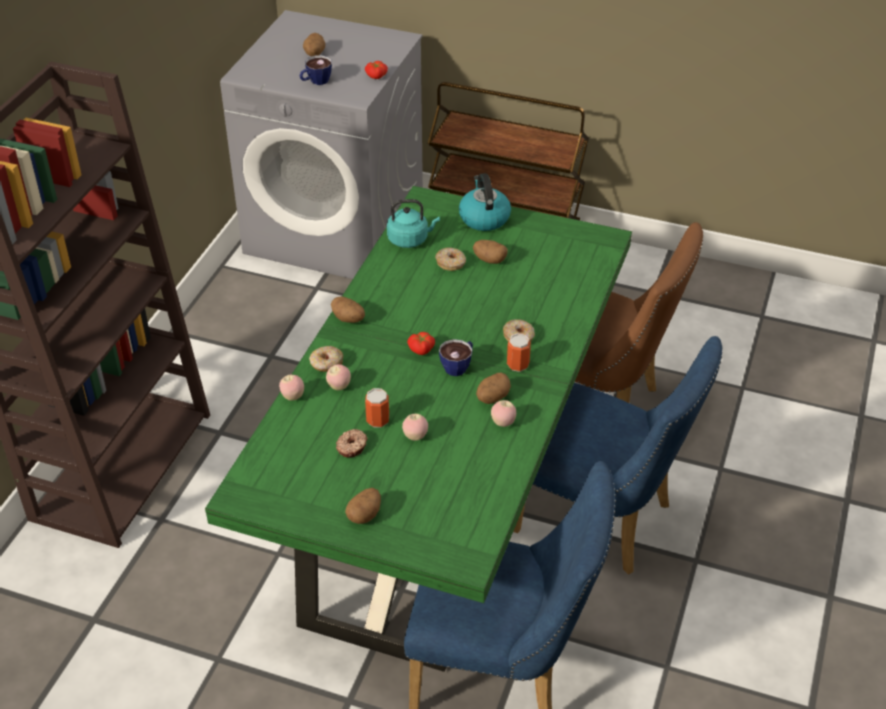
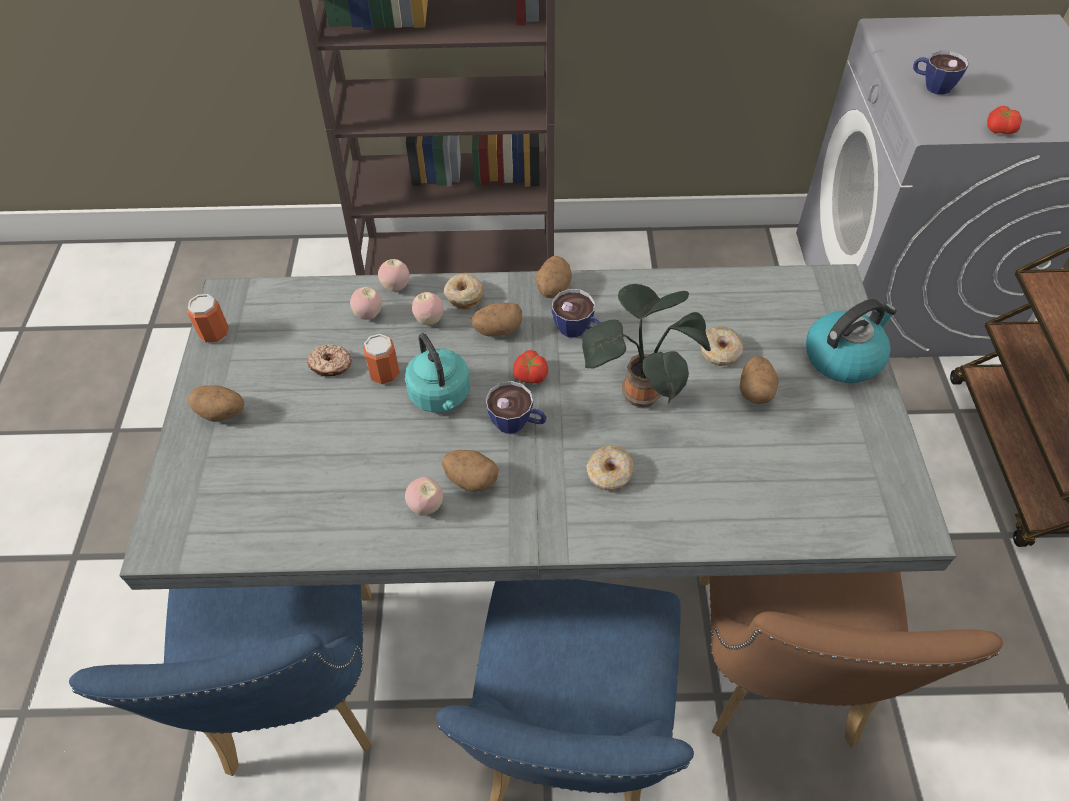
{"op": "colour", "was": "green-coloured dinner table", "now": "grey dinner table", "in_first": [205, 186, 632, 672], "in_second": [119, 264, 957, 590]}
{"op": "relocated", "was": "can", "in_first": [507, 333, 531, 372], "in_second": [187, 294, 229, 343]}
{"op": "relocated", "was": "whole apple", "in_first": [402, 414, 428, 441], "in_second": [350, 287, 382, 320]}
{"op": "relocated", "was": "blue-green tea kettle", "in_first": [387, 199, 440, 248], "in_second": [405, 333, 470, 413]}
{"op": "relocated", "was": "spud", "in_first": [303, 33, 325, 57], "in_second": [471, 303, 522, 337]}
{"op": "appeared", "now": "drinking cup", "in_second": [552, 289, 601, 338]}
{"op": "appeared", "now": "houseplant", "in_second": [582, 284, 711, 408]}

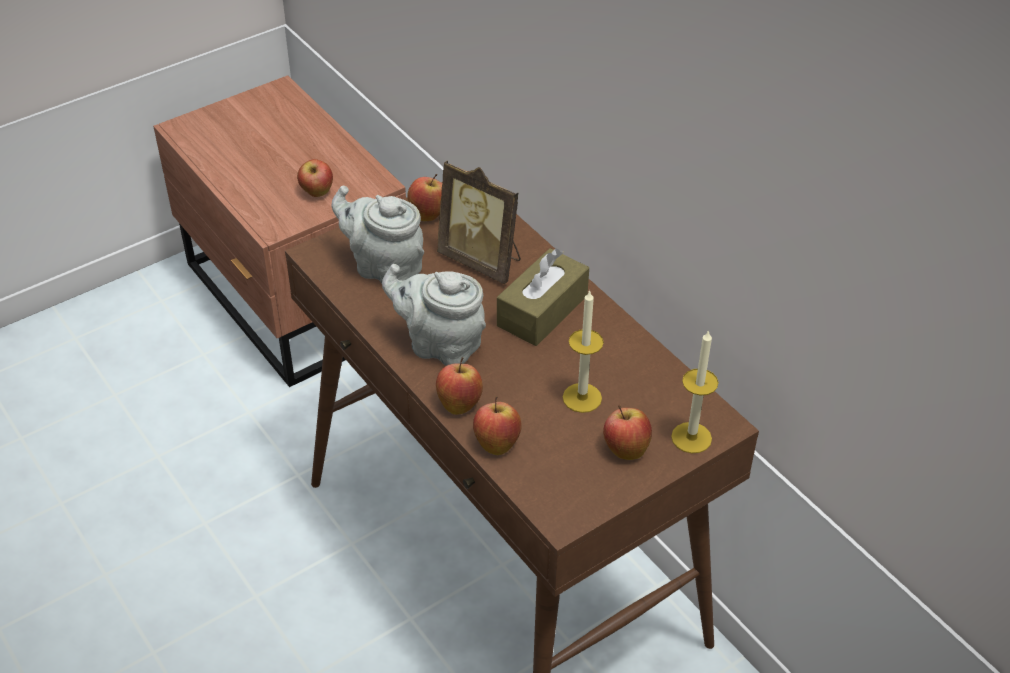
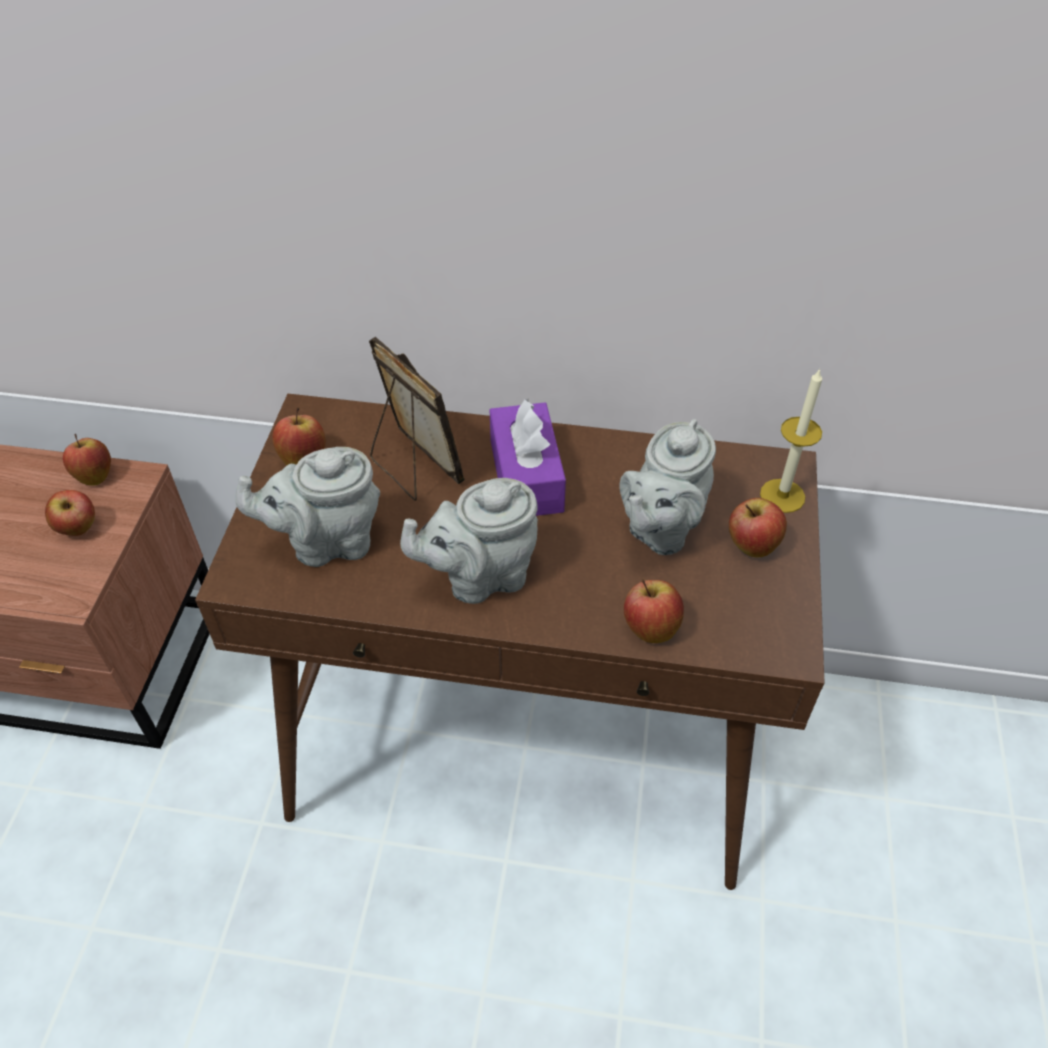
{"op": "relocated", "was": "whole apple", "in_first": [436, 358, 483, 415], "in_second": [63, 434, 111, 485]}
{"op": "spun", "was": "standing frame", "in_first": [437, 160, 521, 284], "in_second": [369, 337, 465, 501], "clockwise": -120}
{"op": "colour", "was": "brown tissue box", "now": "purple tissue box", "in_first": [497, 248, 589, 346], "in_second": [490, 399, 566, 516]}
{"op": "exchanged", "was": "candle", "now": "grey tea pot", "in_first": [563, 290, 604, 413], "in_second": [619, 419, 716, 555]}

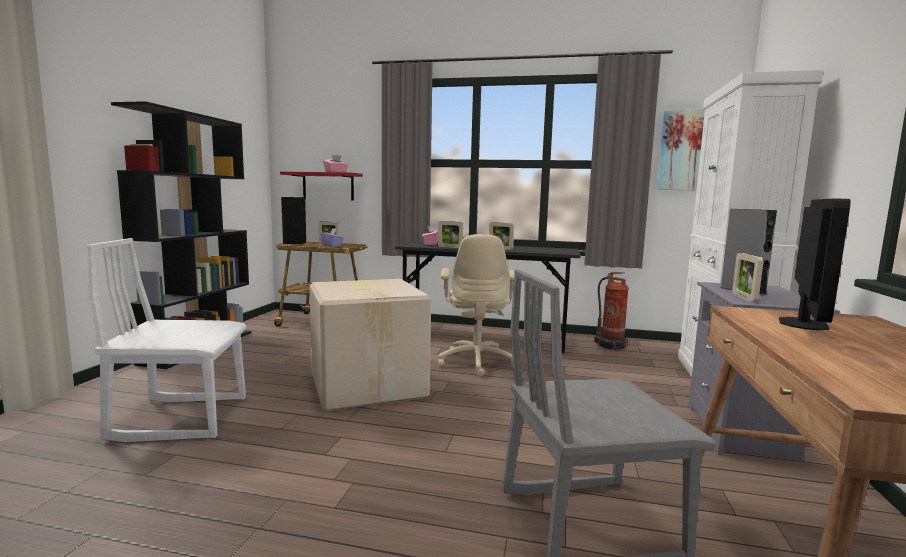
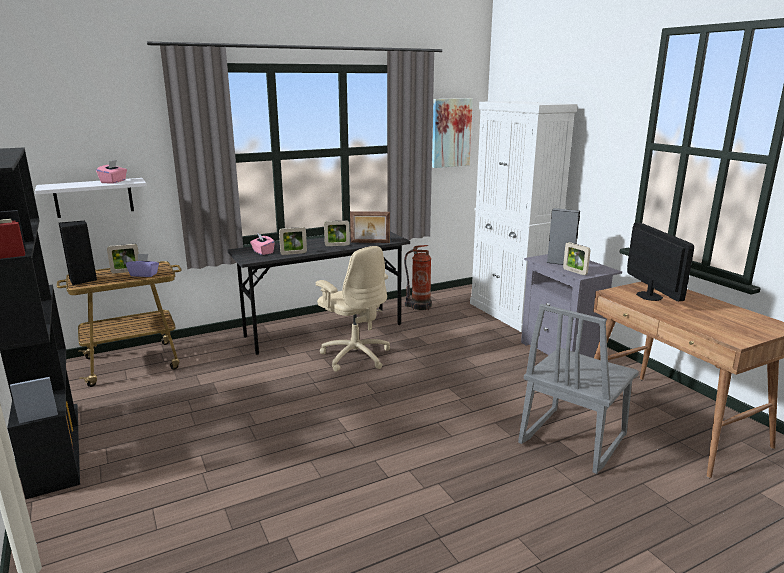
{"op": "colour", "was": "red-coloured wall shelf", "now": "white-coloured wall shelf", "in_first": [280, 171, 363, 201], "in_second": [35, 178, 146, 218]}
{"op": "appeared", "now": "standing frame", "in_second": [350, 211, 390, 243]}
{"op": "missing", "was": "white-coloured chair", "in_first": [87, 238, 247, 442]}
{"op": "missing", "was": "carton", "in_first": [309, 279, 431, 411]}

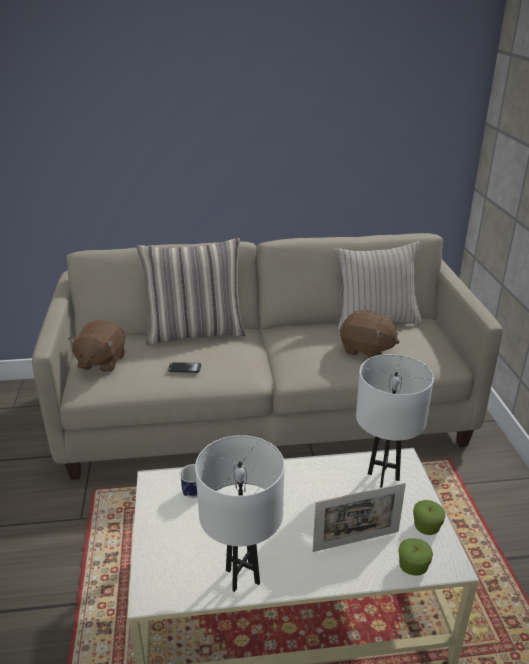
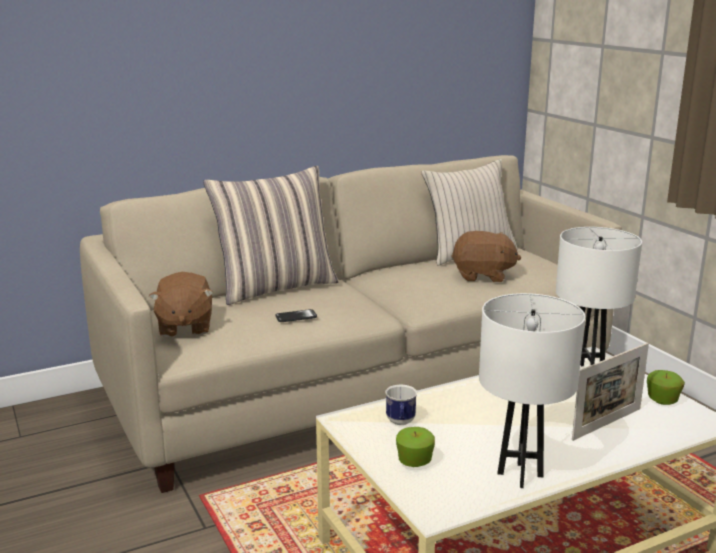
{"op": "relocated", "was": "whole apple", "in_first": [398, 538, 433, 576], "in_second": [396, 427, 435, 467]}

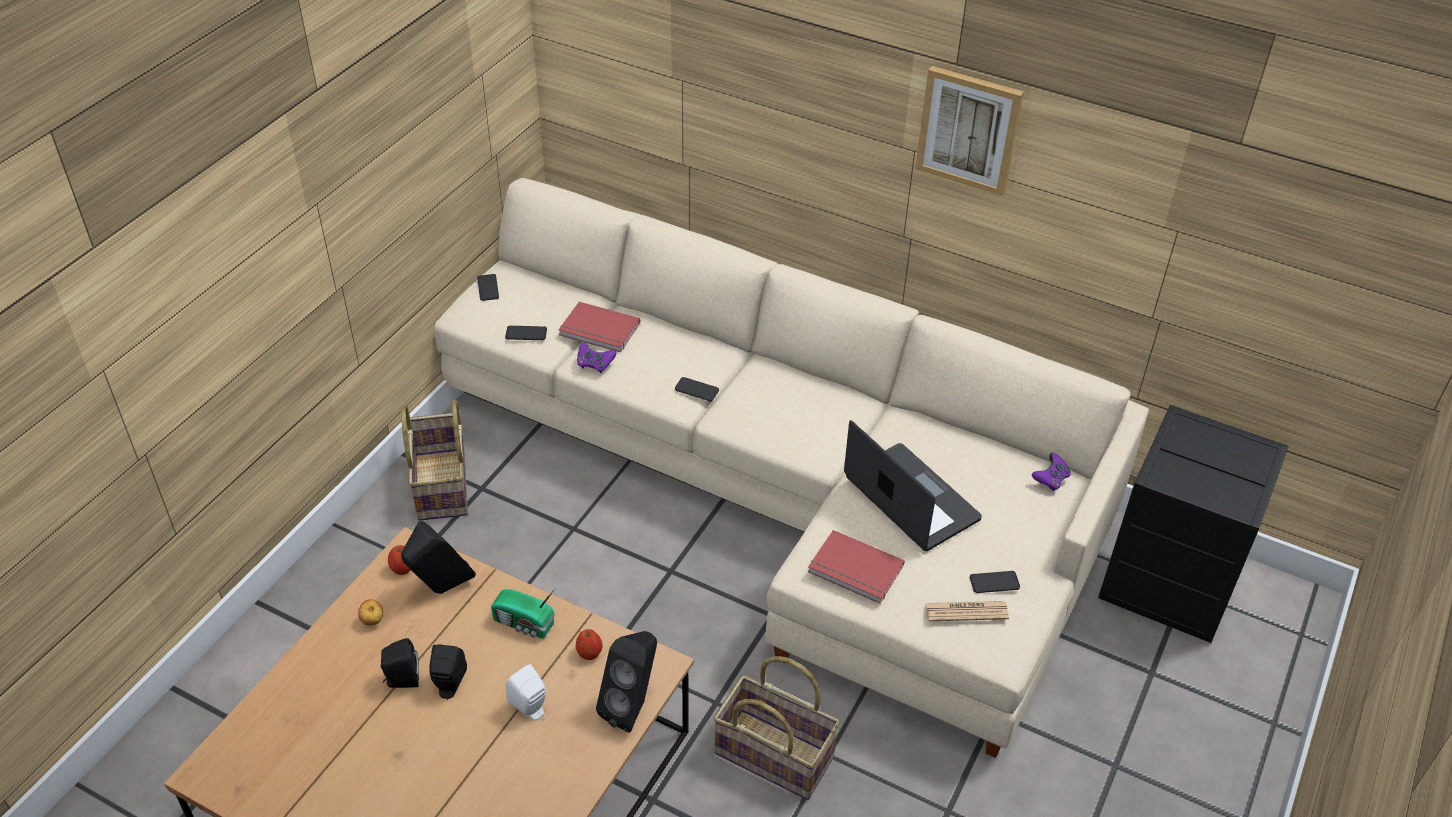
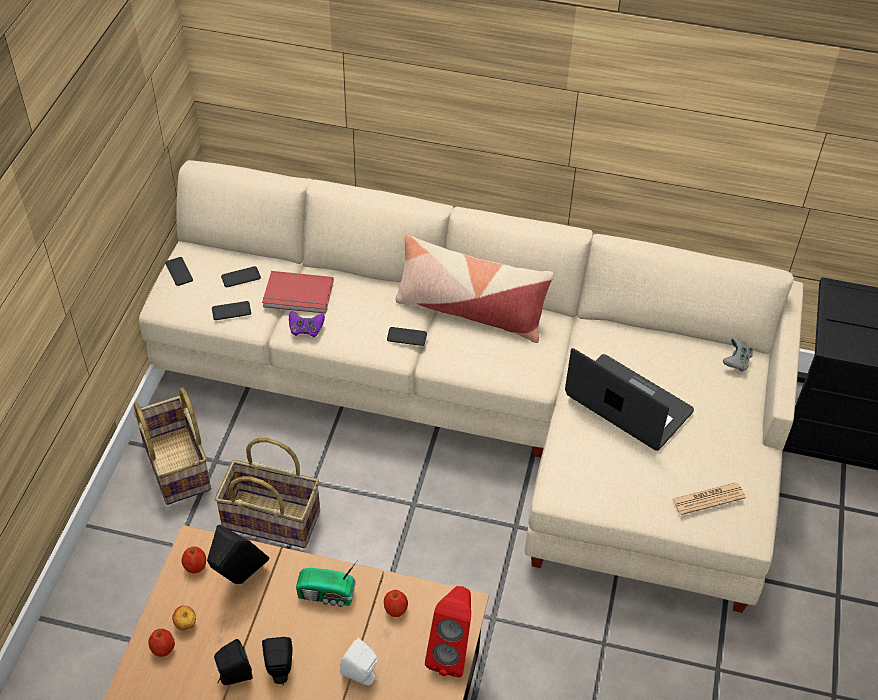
{"op": "appeared", "now": "whole apple", "in_second": [148, 629, 175, 657]}
{"op": "relocated", "was": "household basket", "in_first": [713, 656, 840, 800], "in_second": [215, 438, 320, 548]}
{"op": "relocated", "was": "telephone", "in_first": [970, 571, 1020, 593], "in_second": [221, 266, 261, 287]}
{"op": "appeared", "now": "cushion", "in_second": [396, 235, 554, 343]}
{"op": "colour", "was": "black-coloured audio speaker", "now": "red-coloured audio speaker", "in_first": [596, 631, 657, 733], "in_second": [425, 586, 471, 678]}
{"op": "colour", "was": "purple gamepad", "now": "grey gamepad", "in_first": [1032, 453, 1071, 491], "in_second": [723, 338, 753, 372]}
{"op": "missing", "was": "red-coloured volume", "in_first": [808, 530, 905, 604]}
{"op": "missing", "was": "wall picture", "in_first": [915, 66, 1024, 196]}

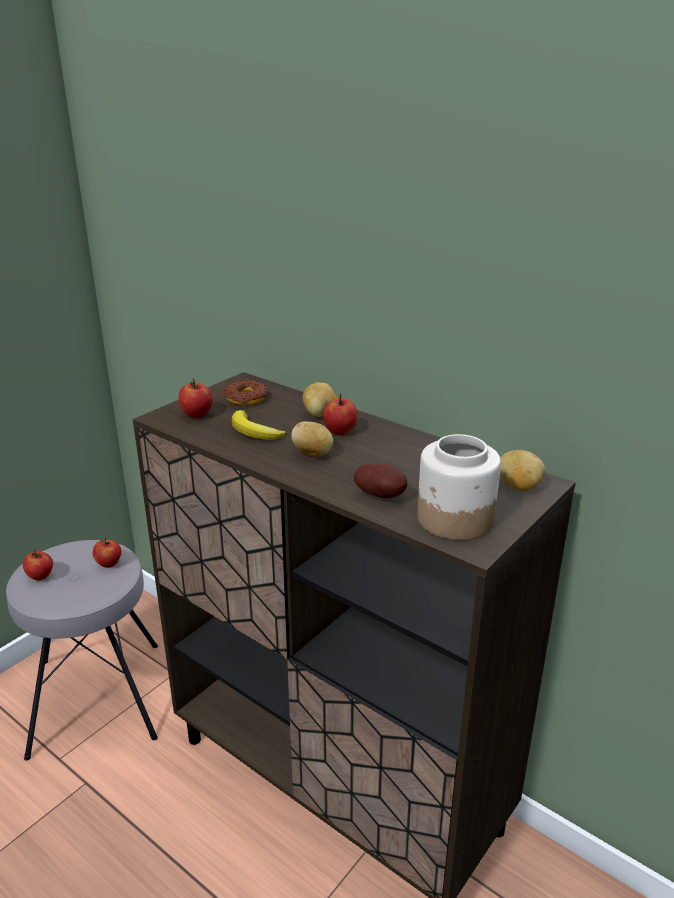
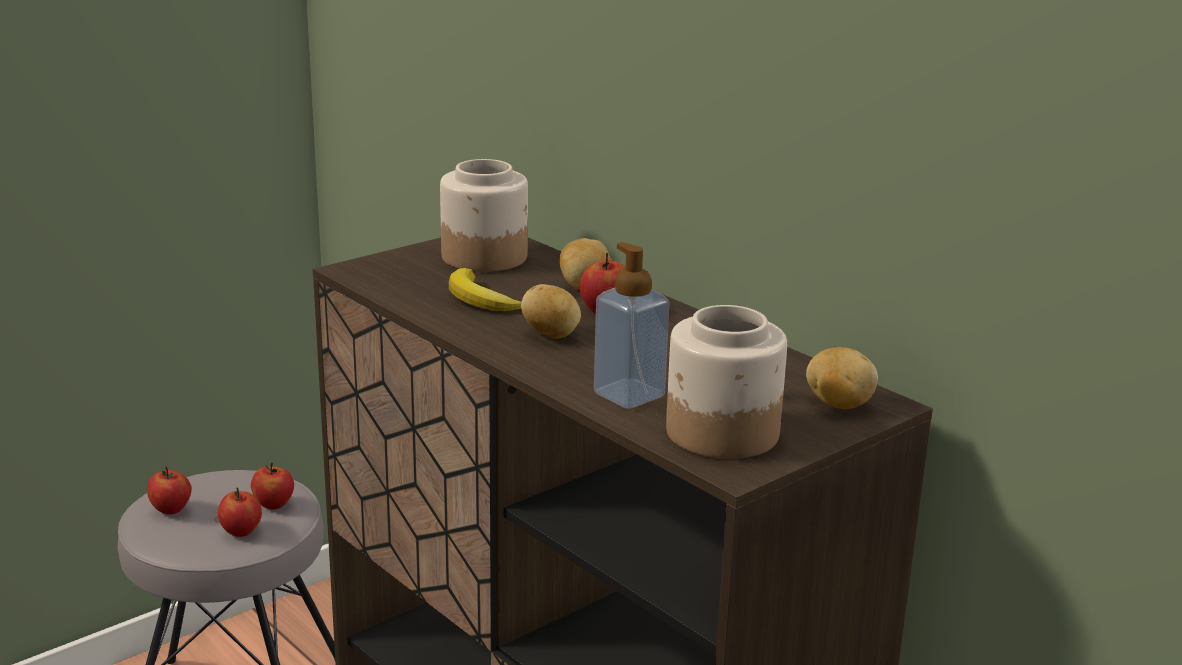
{"op": "relocated", "was": "whole apple", "in_first": [178, 379, 213, 418], "in_second": [218, 488, 262, 537]}
{"op": "exchanged", "was": "doughnut", "now": "storage jar", "in_first": [224, 380, 269, 405], "in_second": [440, 159, 528, 272]}
{"op": "exchanged", "was": "spud", "now": "soap bottle", "in_first": [354, 464, 407, 499], "in_second": [594, 242, 670, 409]}

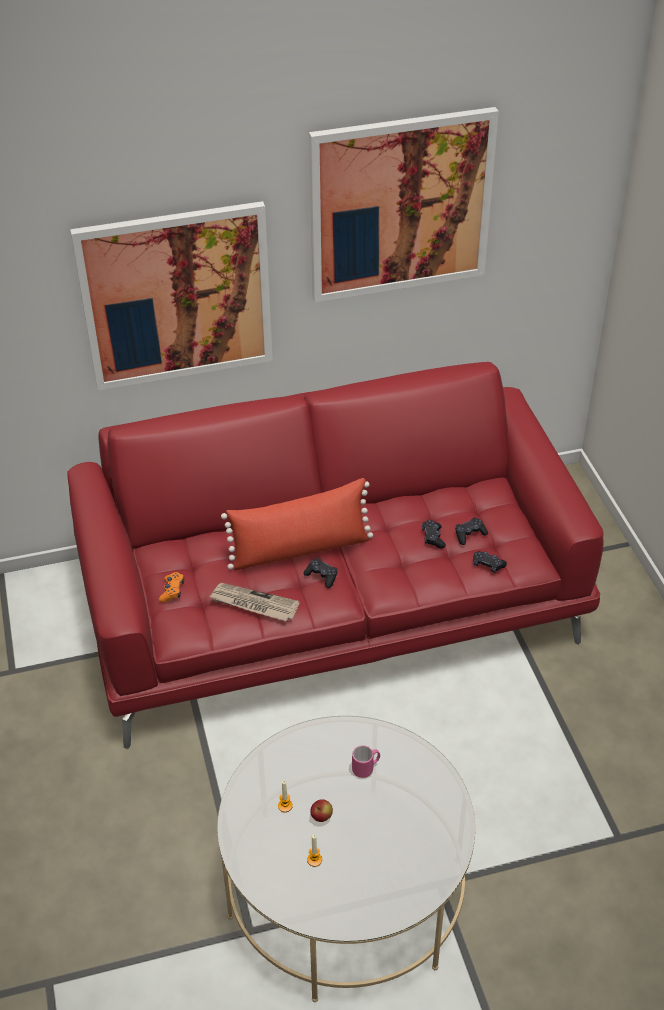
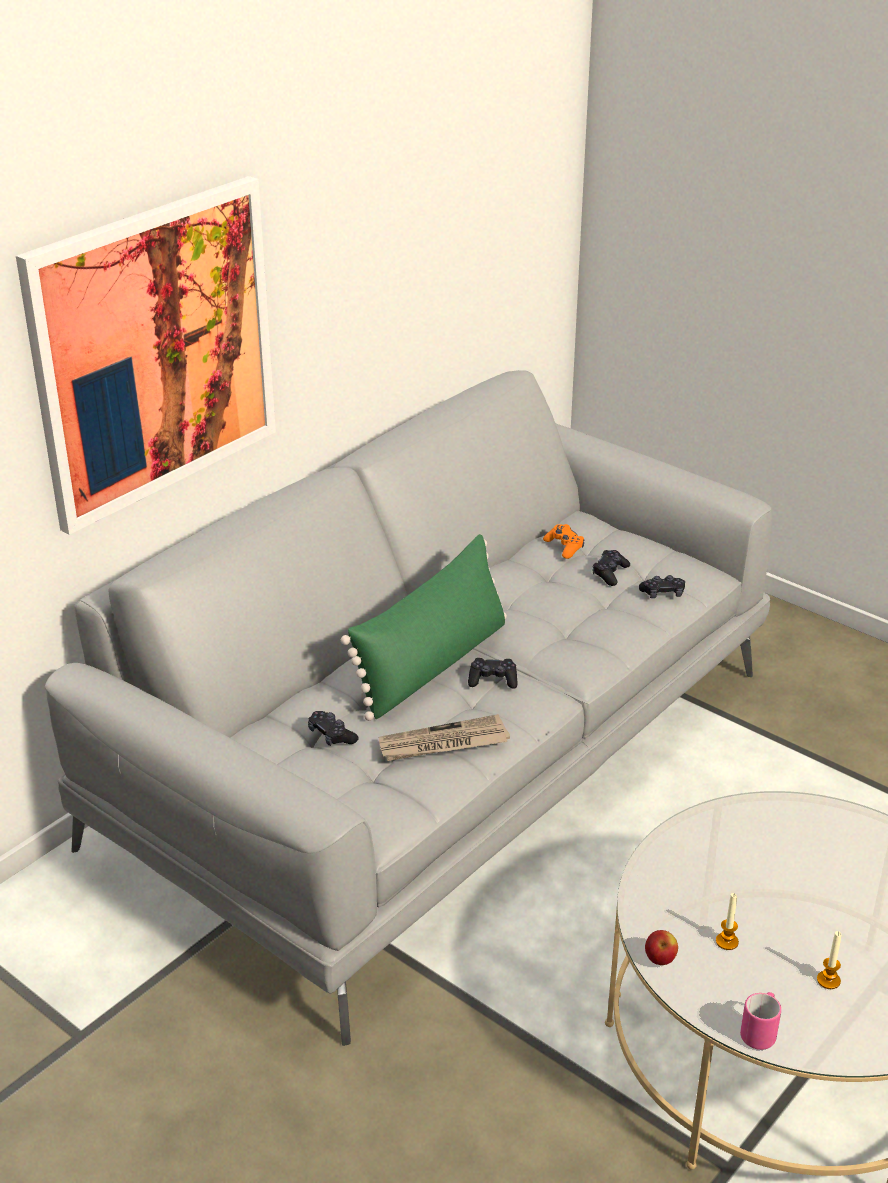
{"op": "colour", "was": "red-coloured settee", "now": "grey settee", "in_first": [68, 362, 604, 749], "in_second": [45, 370, 772, 1046]}
{"op": "relocated", "was": "black-coloured gamepad", "in_first": [422, 520, 446, 548], "in_second": [308, 711, 359, 746]}
{"op": "colour", "was": "red-coloured cushion", "now": "green-coloured cushion", "in_first": [221, 478, 373, 570], "in_second": [341, 534, 507, 721]}
{"op": "relocated", "was": "orange gamepad", "in_first": [159, 572, 184, 603], "in_second": [543, 524, 584, 559]}
{"op": "relocated", "was": "whole apple", "in_first": [310, 799, 333, 822], "in_second": [645, 930, 678, 965]}
{"op": "relocated", "was": "pink mug", "in_first": [352, 745, 380, 778], "in_second": [740, 992, 781, 1050]}
{"op": "missing", "was": "wall picture", "in_first": [309, 107, 499, 303]}

